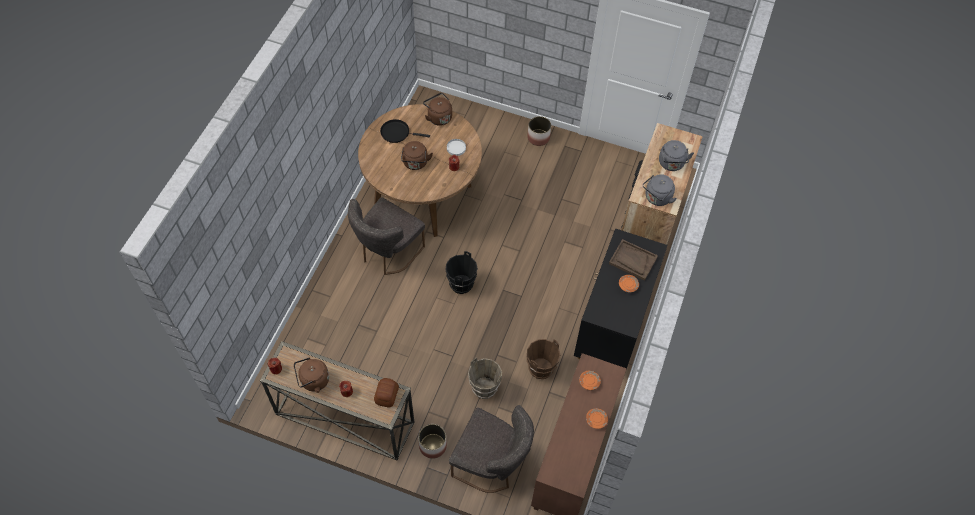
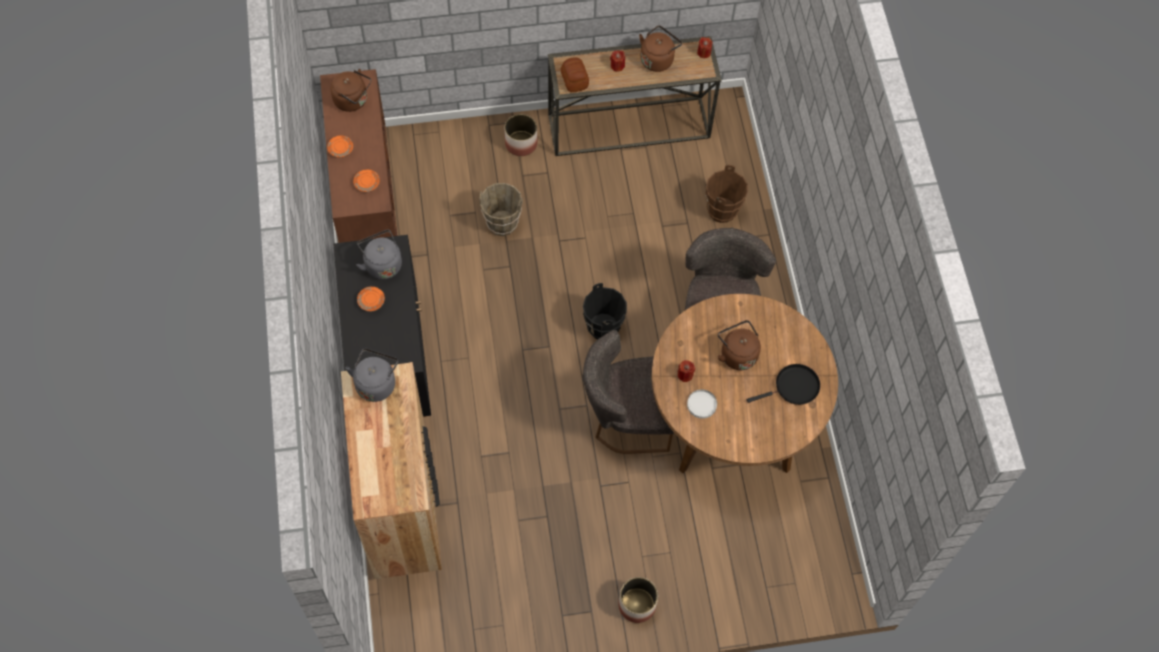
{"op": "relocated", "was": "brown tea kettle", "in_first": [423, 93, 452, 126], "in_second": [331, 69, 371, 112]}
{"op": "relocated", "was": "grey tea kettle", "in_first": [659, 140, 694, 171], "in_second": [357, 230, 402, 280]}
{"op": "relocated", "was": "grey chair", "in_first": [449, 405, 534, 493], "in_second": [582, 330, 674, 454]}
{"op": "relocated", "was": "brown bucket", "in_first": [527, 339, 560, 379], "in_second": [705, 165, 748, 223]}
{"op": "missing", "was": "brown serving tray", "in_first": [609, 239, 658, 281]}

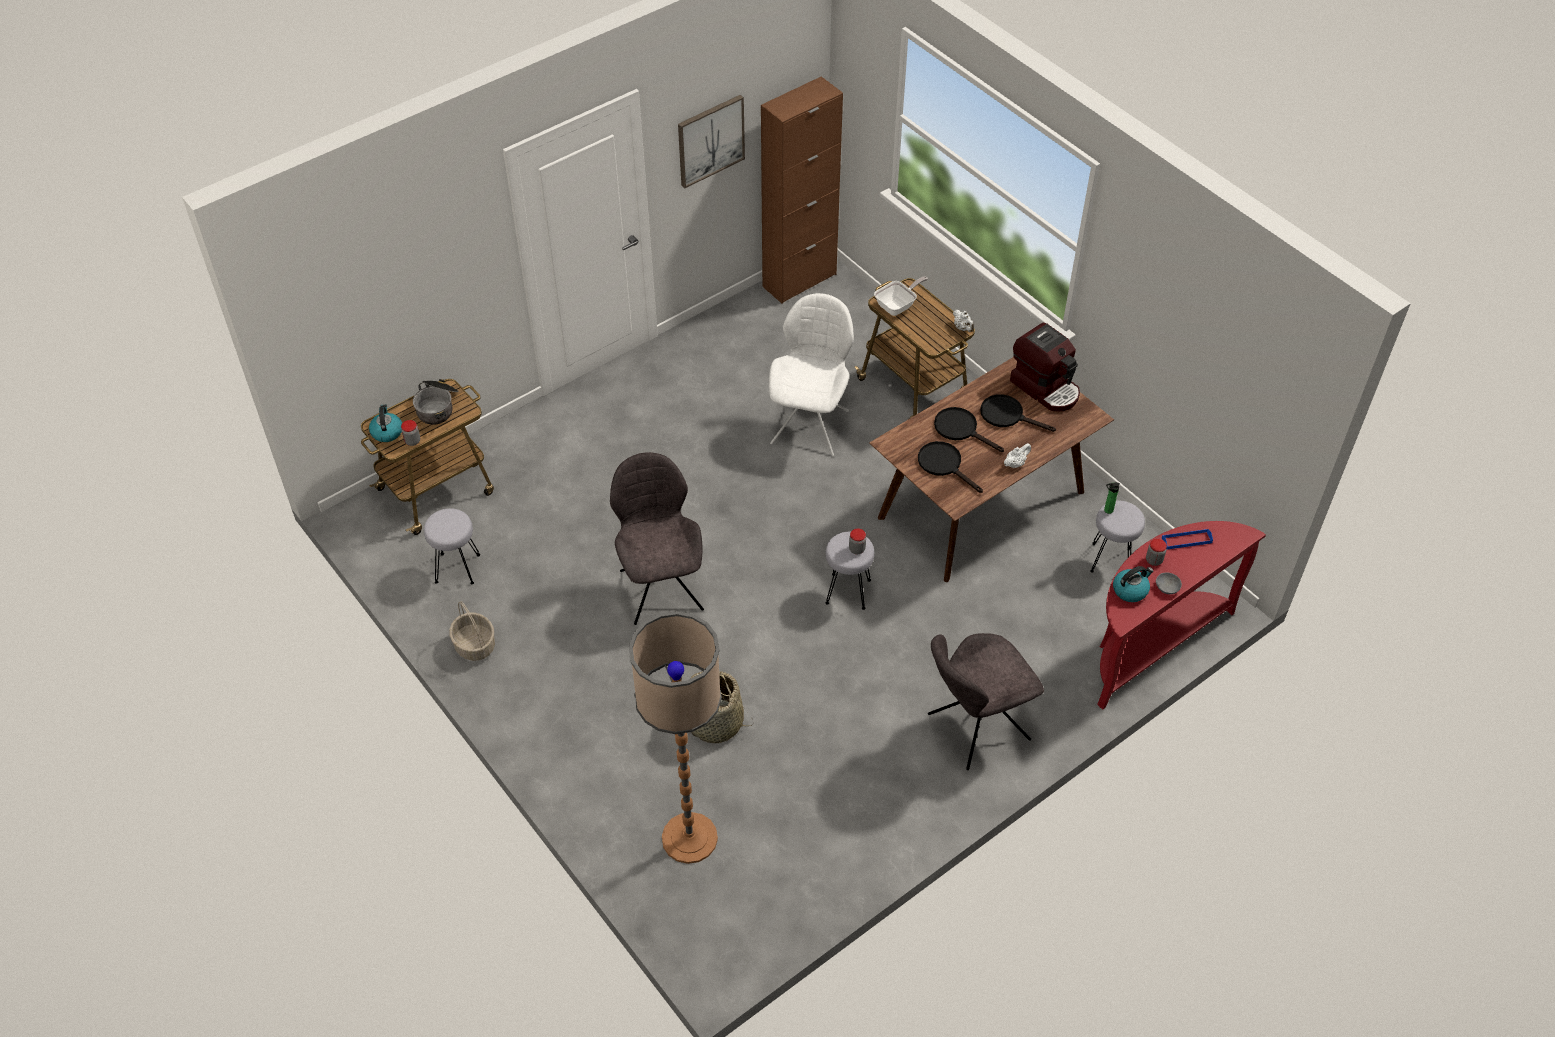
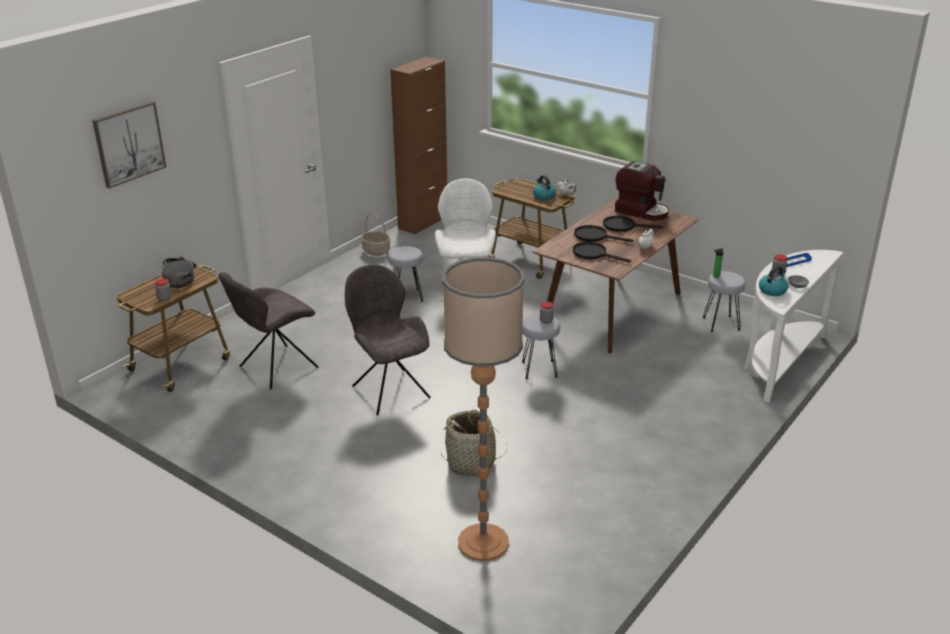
{"op": "relocated", "was": "wall picture", "in_first": [678, 95, 745, 188], "in_second": [92, 101, 166, 189]}
{"op": "relocated", "was": "grey chair", "in_first": [928, 633, 1044, 770], "in_second": [219, 272, 318, 389]}
{"op": "relocated", "was": "household basket", "in_first": [449, 601, 495, 661], "in_second": [361, 213, 391, 256]}
{"op": "relocated", "was": "grey stool", "in_first": [424, 508, 480, 585], "in_second": [388, 246, 423, 302]}
{"op": "relocated", "was": "tea kettle", "in_first": [369, 404, 402, 442], "in_second": [533, 175, 556, 200]}
{"op": "colour", "was": "red-coloured console table", "now": "white-coloured console table", "in_first": [1097, 521, 1266, 710], "in_second": [744, 250, 844, 403]}
{"op": "missing", "was": "pan", "in_first": [874, 276, 928, 316]}

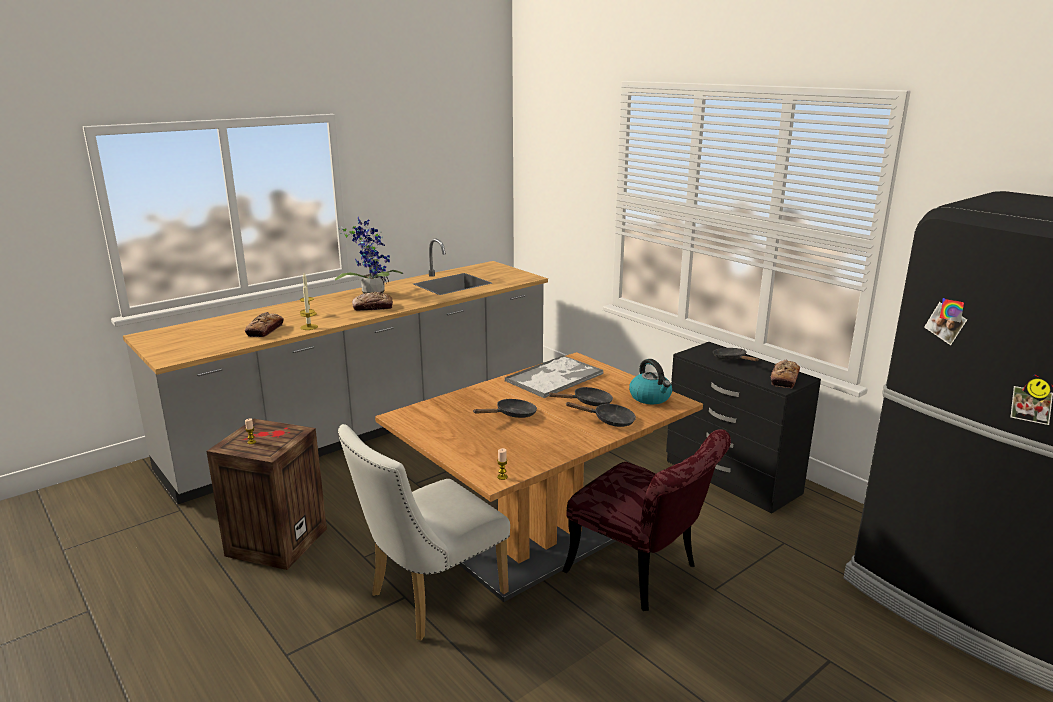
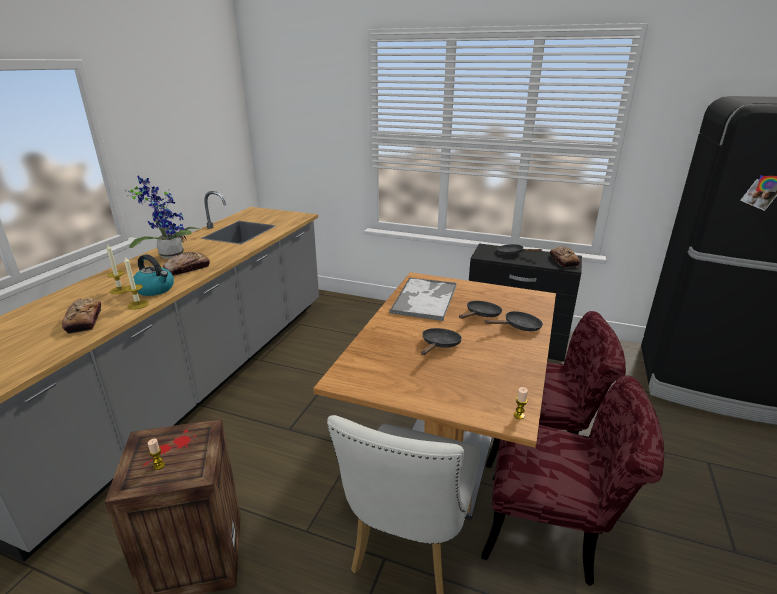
{"op": "relocated", "was": "tea kettle", "in_first": [629, 359, 672, 404], "in_second": [133, 254, 174, 296]}
{"op": "appeared", "now": "red-coloured chair", "in_second": [481, 375, 664, 586]}

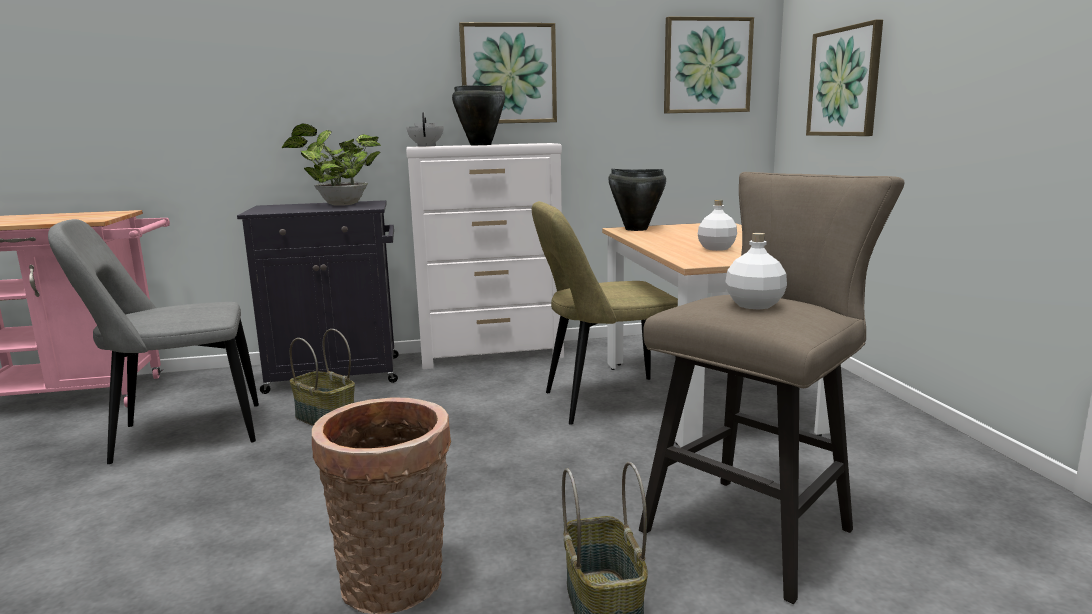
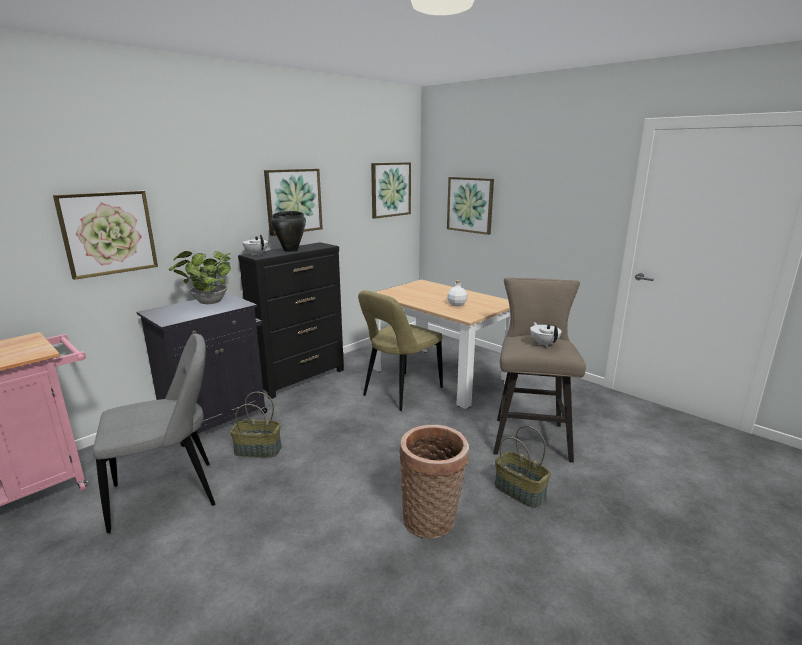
{"op": "appeared", "now": "wall picture", "in_second": [53, 191, 158, 280]}
{"op": "spun", "was": "grey chair", "in_first": [48, 219, 259, 464], "in_second": [93, 334, 215, 533], "clockwise": -150}
{"op": "colour", "was": "white-coloured chest of drawers", "now": "black-coloured chest of drawers", "in_first": [406, 143, 564, 369], "in_second": [238, 242, 344, 399]}
{"op": "exchanged", "was": "white-coloured bottle", "now": "white-coloured tea pot", "in_first": [725, 233, 787, 310], "in_second": [530, 322, 561, 347]}
{"op": "missing", "was": "black-coloured stockpot", "in_first": [608, 169, 666, 231]}

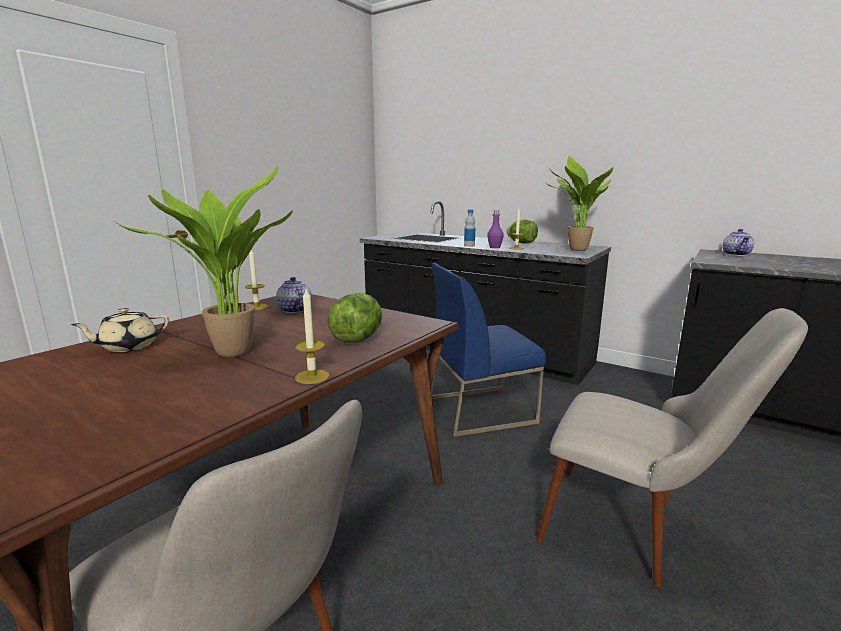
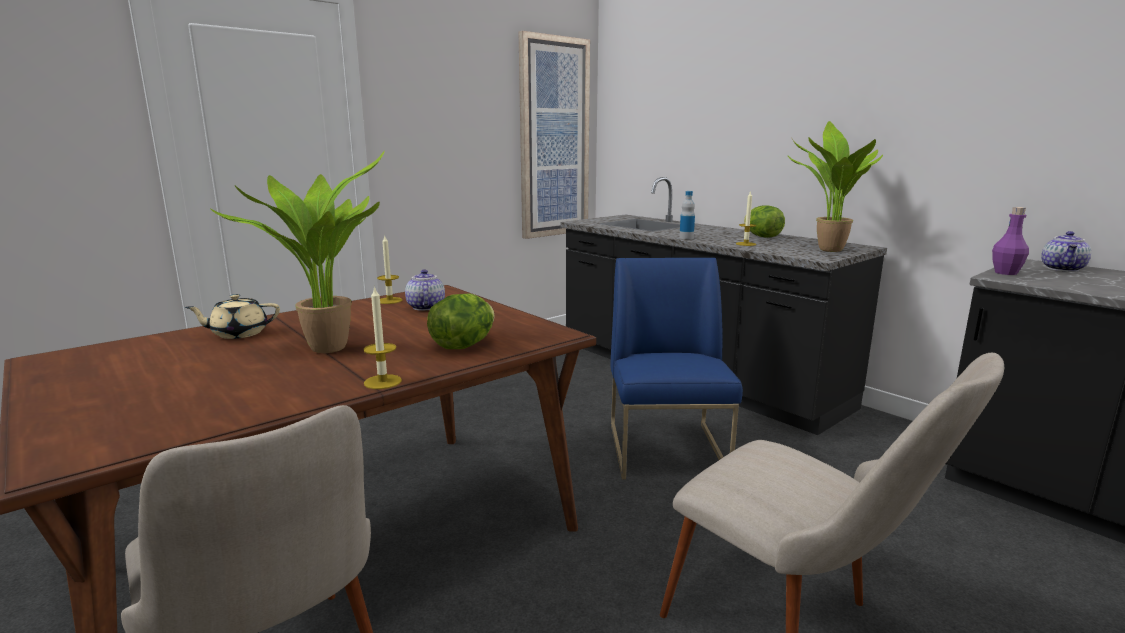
{"op": "appeared", "now": "wall picture", "in_second": [519, 31, 590, 239]}
{"op": "spun", "was": "bluish chair", "in_first": [431, 263, 546, 437], "in_second": [610, 258, 743, 480], "clockwise": 90}
{"op": "relocated", "was": "purple bottle", "in_first": [487, 210, 504, 248], "in_second": [992, 207, 1029, 275]}

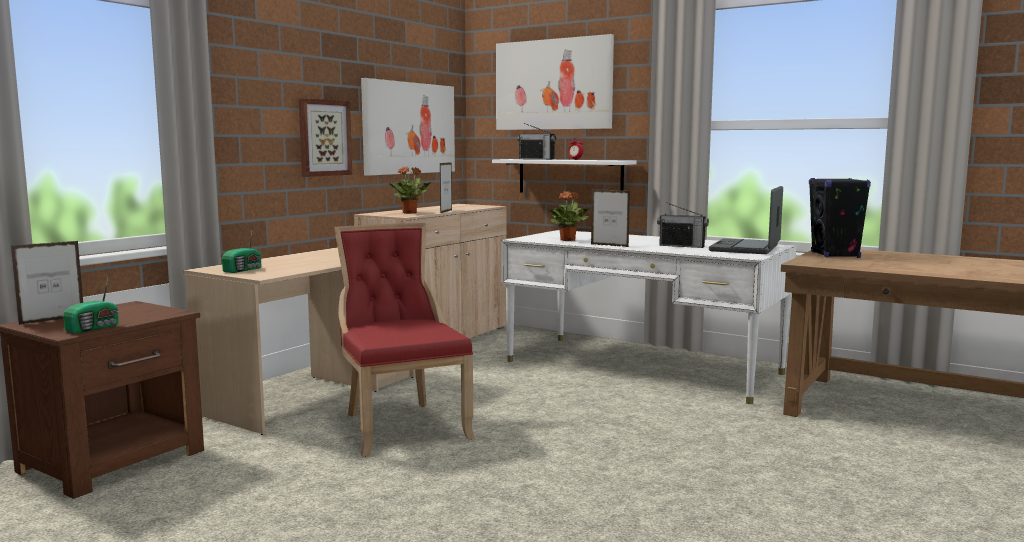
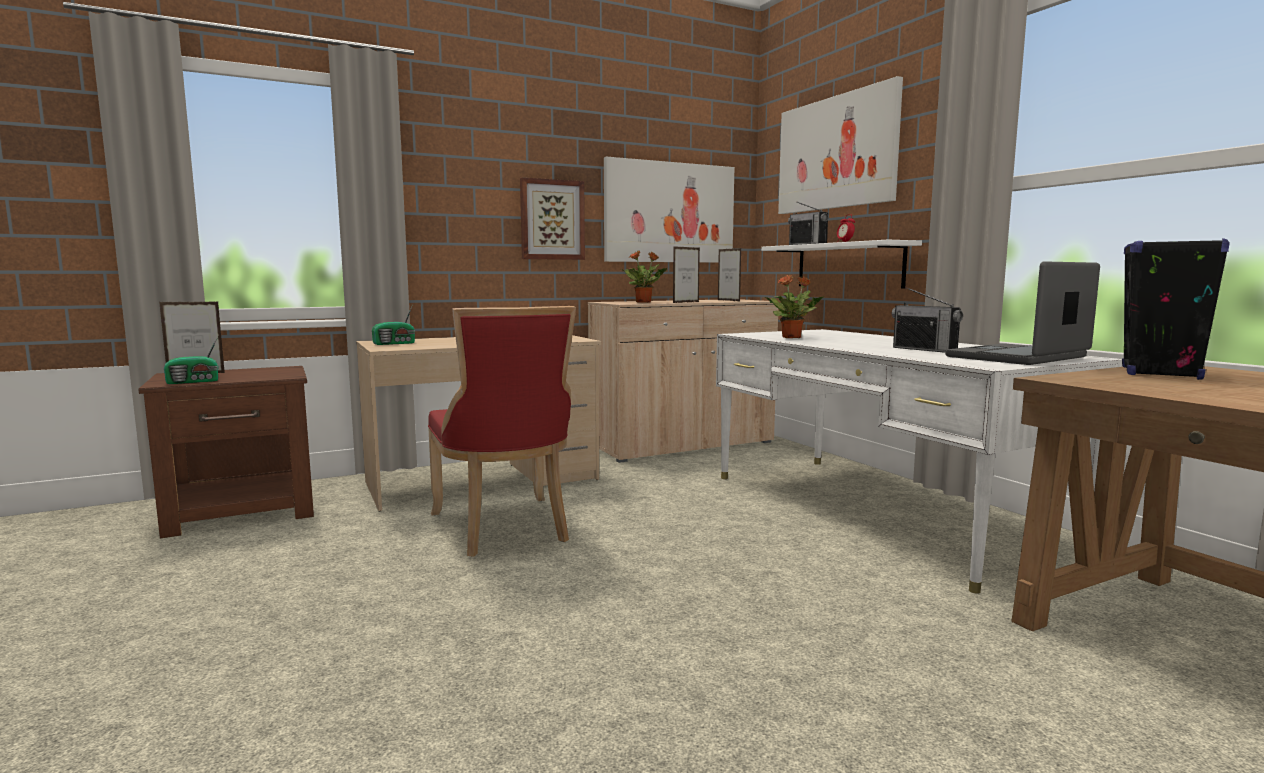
{"op": "spun", "was": "red-coloured chair", "in_first": [334, 223, 475, 457], "in_second": [428, 306, 576, 557], "clockwise": 150}
{"op": "relocated", "was": "standing frame", "in_first": [591, 189, 630, 247], "in_second": [718, 248, 741, 301]}

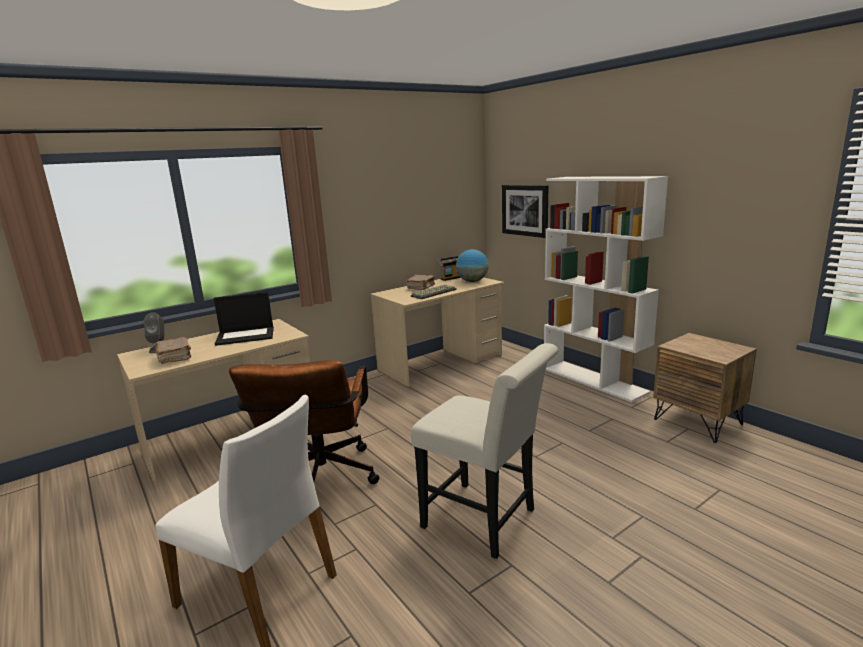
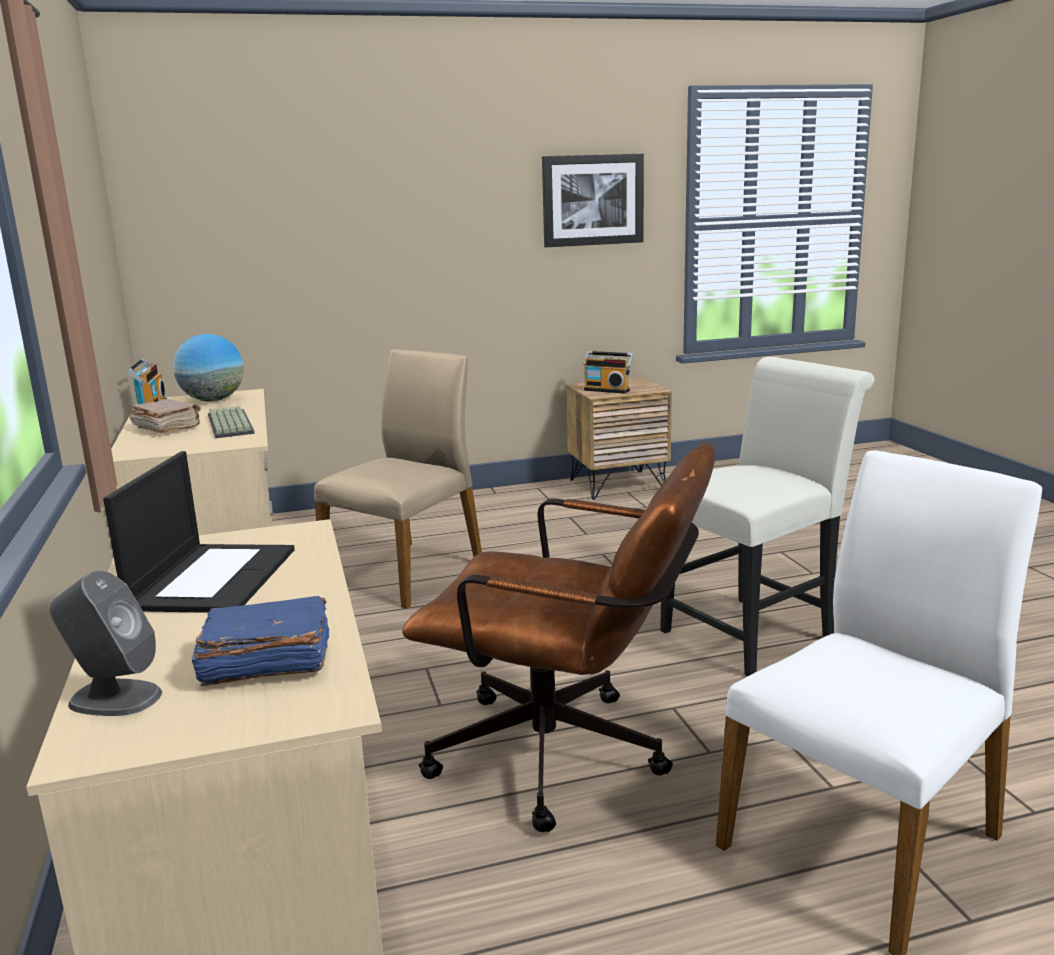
{"op": "colour", "was": "brown volume", "now": "bluish volume", "in_first": [156, 337, 191, 364], "in_second": [192, 596, 329, 686]}
{"op": "appeared", "now": "sand-coloured chair", "in_second": [314, 349, 482, 609]}
{"op": "relocated", "was": "wall picture", "in_first": [502, 185, 548, 238], "in_second": [542, 154, 644, 247]}
{"op": "appeared", "now": "radio receiver", "in_second": [583, 351, 633, 394]}
{"op": "missing", "was": "white-coloured shelving unit", "in_first": [544, 176, 668, 402]}

